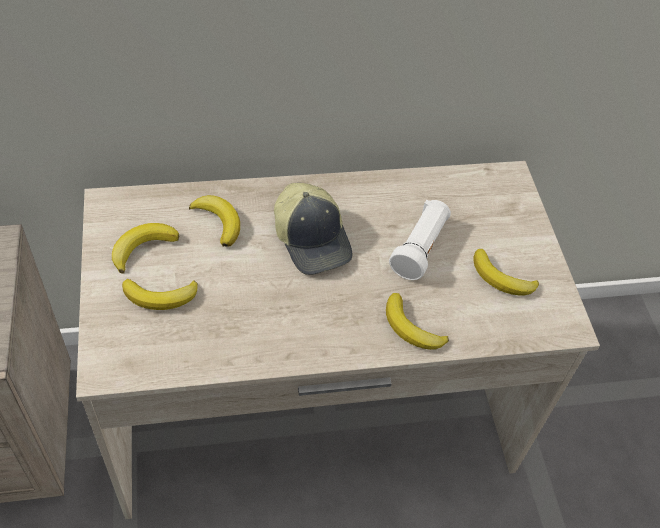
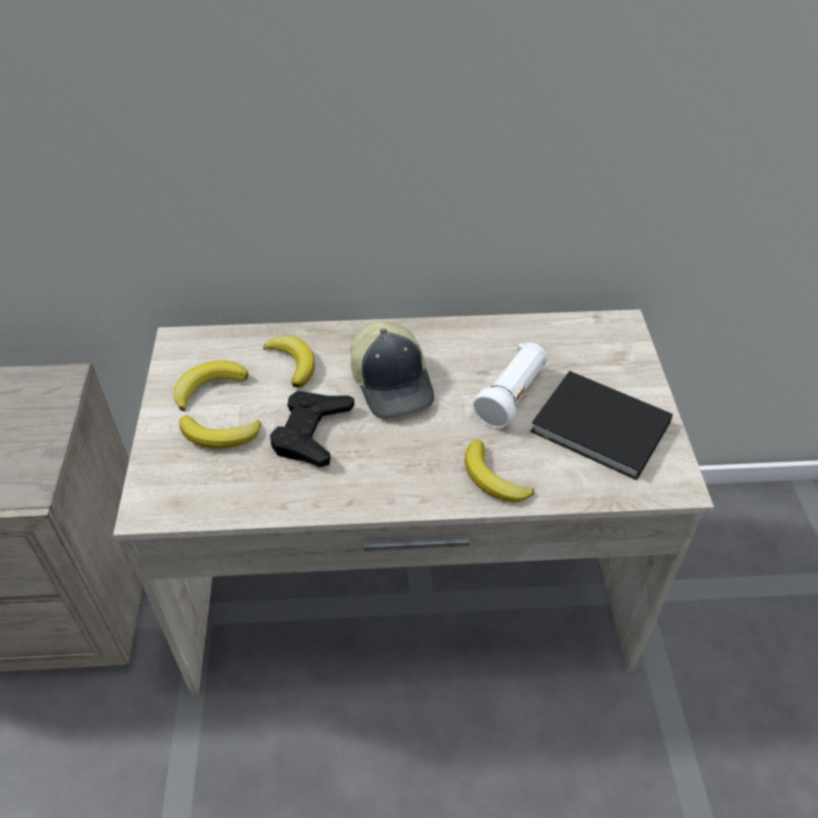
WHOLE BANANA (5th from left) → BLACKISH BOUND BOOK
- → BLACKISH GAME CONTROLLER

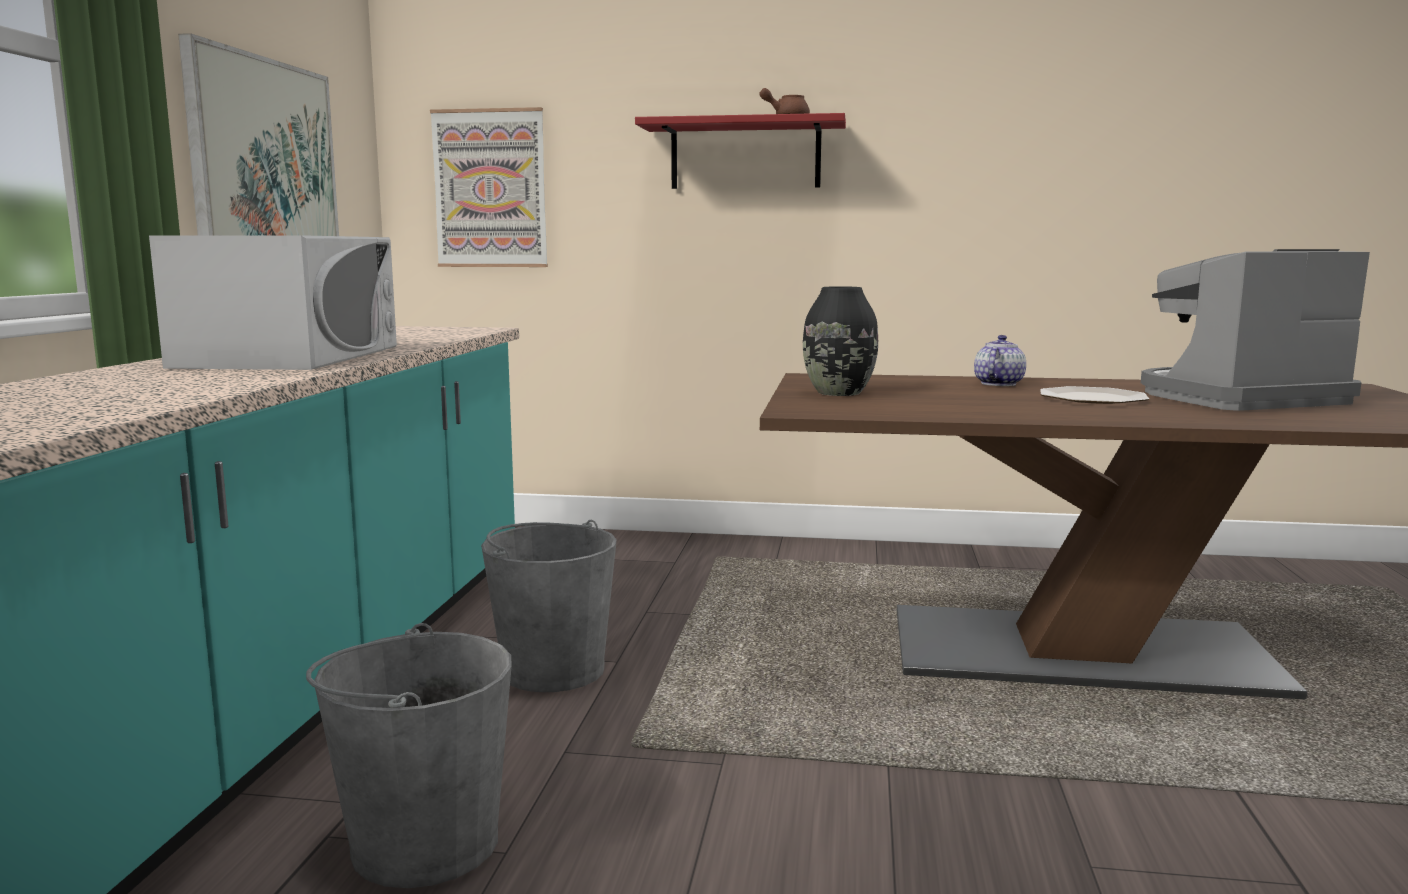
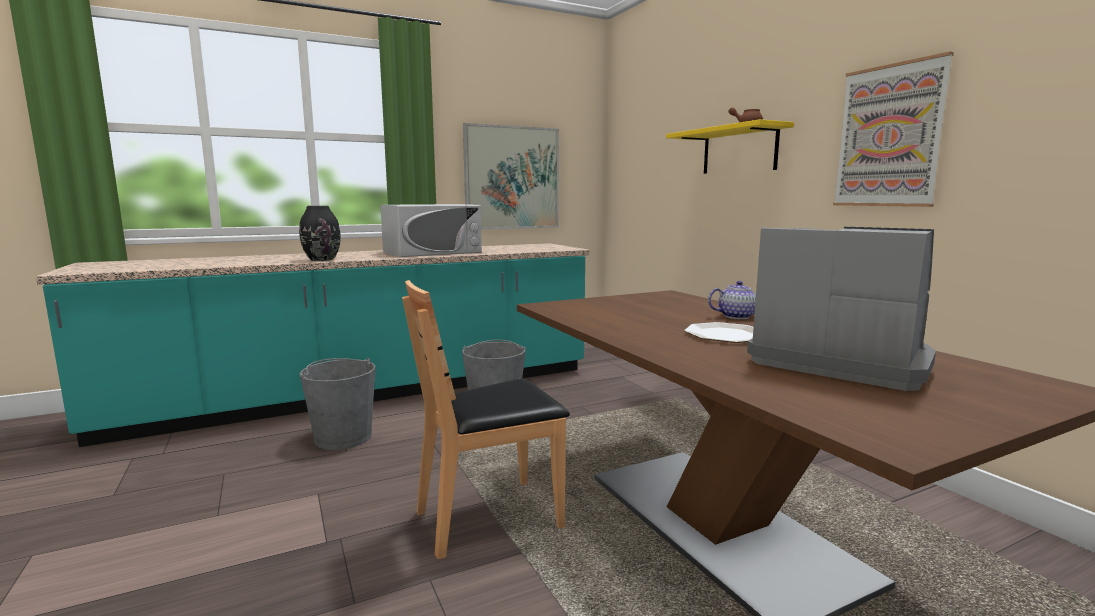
WALL ART (2nd from left), moved
RED-COLOURED WALL SHELF → YELLOWISH WALL SHELF
BLACKISH DECORATIVE VASE, moved
- → BROWNISH PLAIN CHAIR

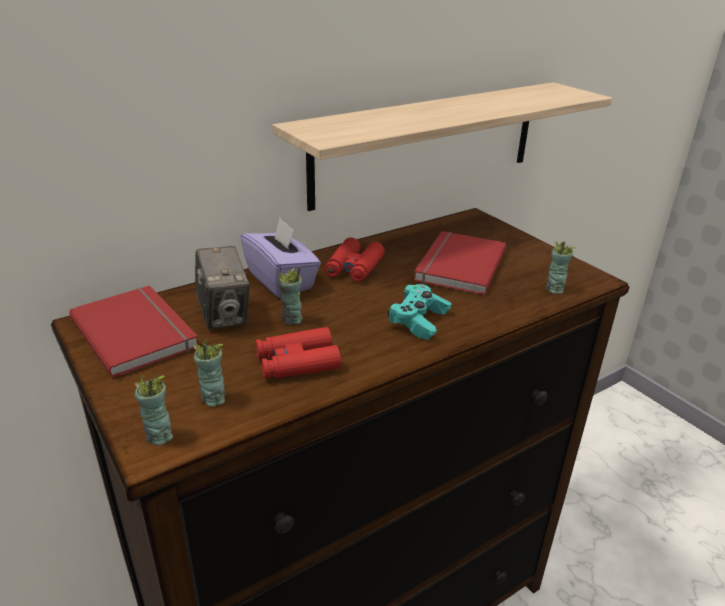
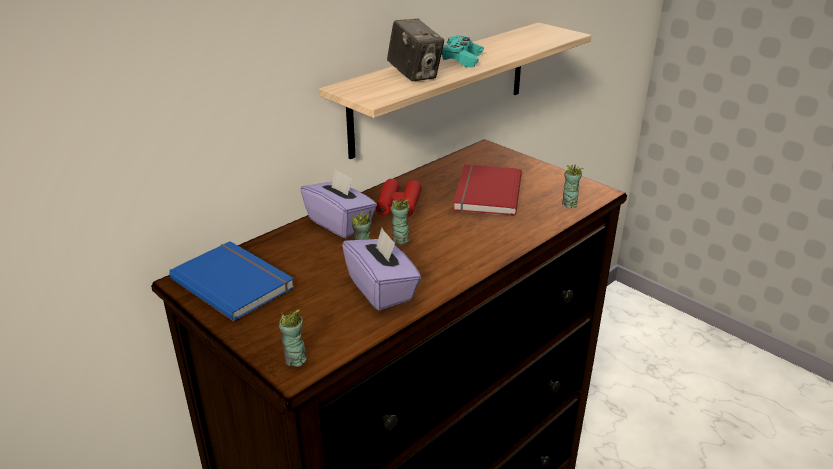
RED-COLOURED BOUND BOOK (1st from left) → BLUISH BOUND BOOK
DRINKING CUP (2nd from left in the first image) → DRINKING CUP (3rd from left), moved
STILL CAMERA, moved
RED-COLOURED PAIR OF BINOCULARS (1st from left) → PURPLE-COLOURED TISSUE HOLDER (2nd from left)
TURQUOISE-COLOURED GAME CONTROLLER, moved

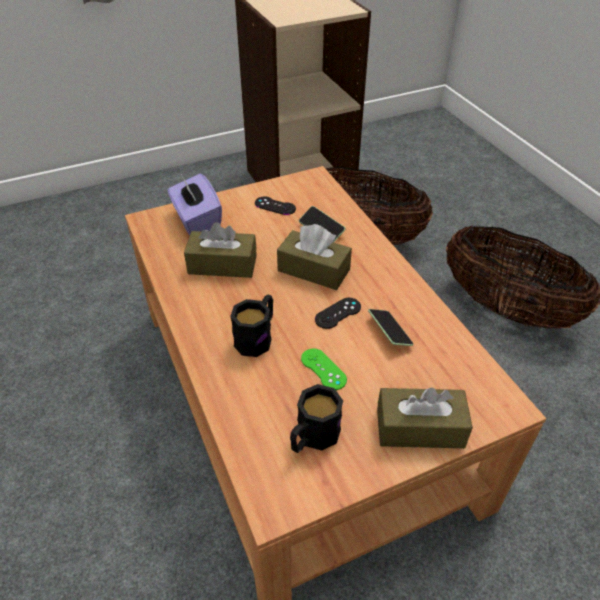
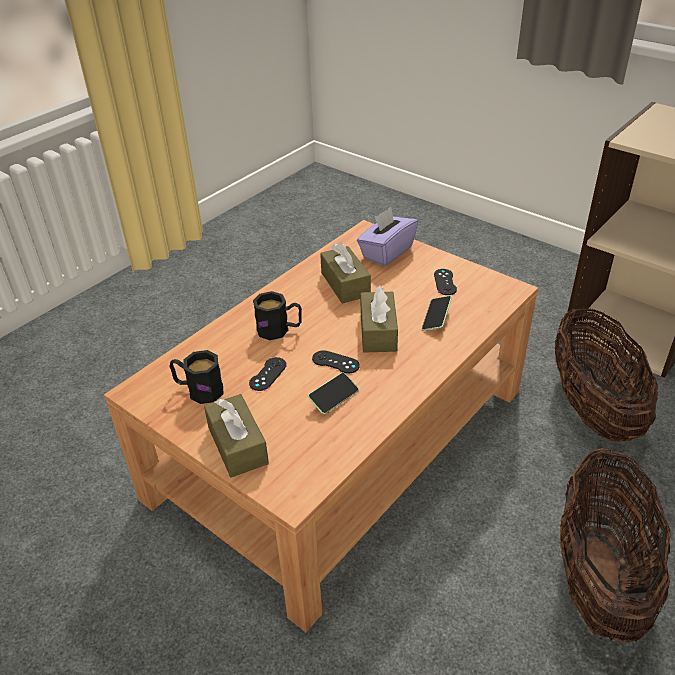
GREEN GAME CONTROLLER → BLACKISH GAME CONTROLLER (1st from left)

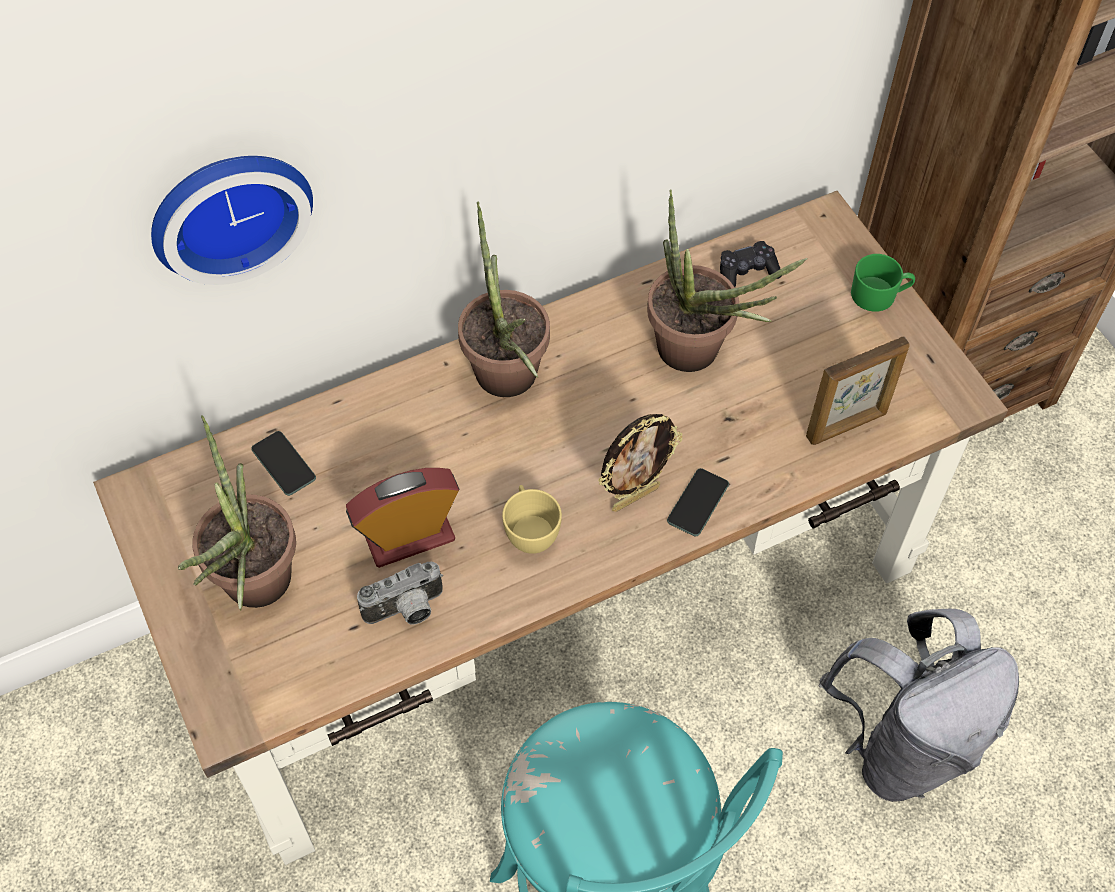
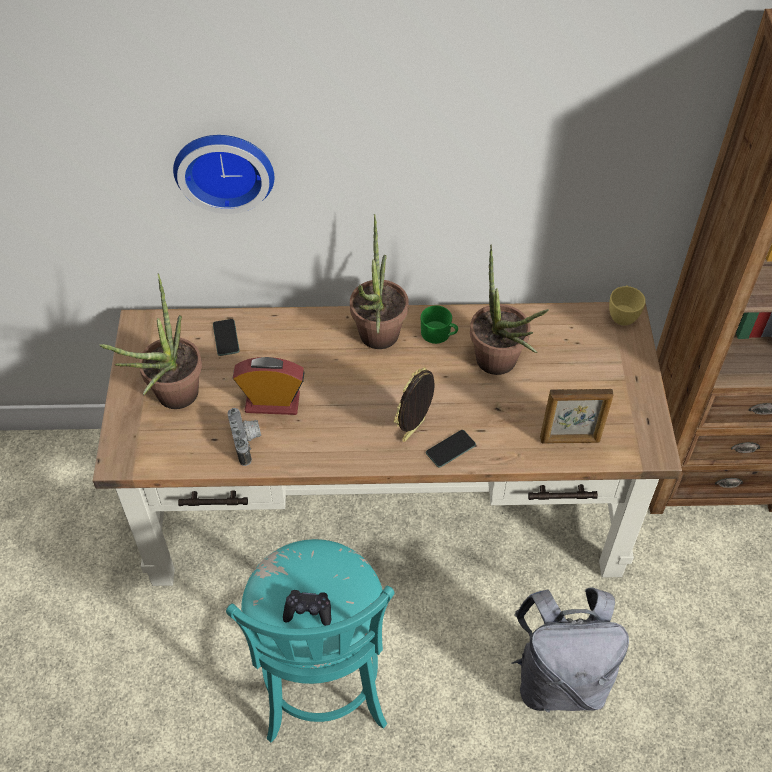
STILL CAMERA, 105 degrees counterclockwise
YELLOWISH DRINKING CUP, moved
PHOTO FRAME (1st from left), 135 degrees clockwise
BLACKISH GAME CONTROLLER, moved
GREEN MUG, moved

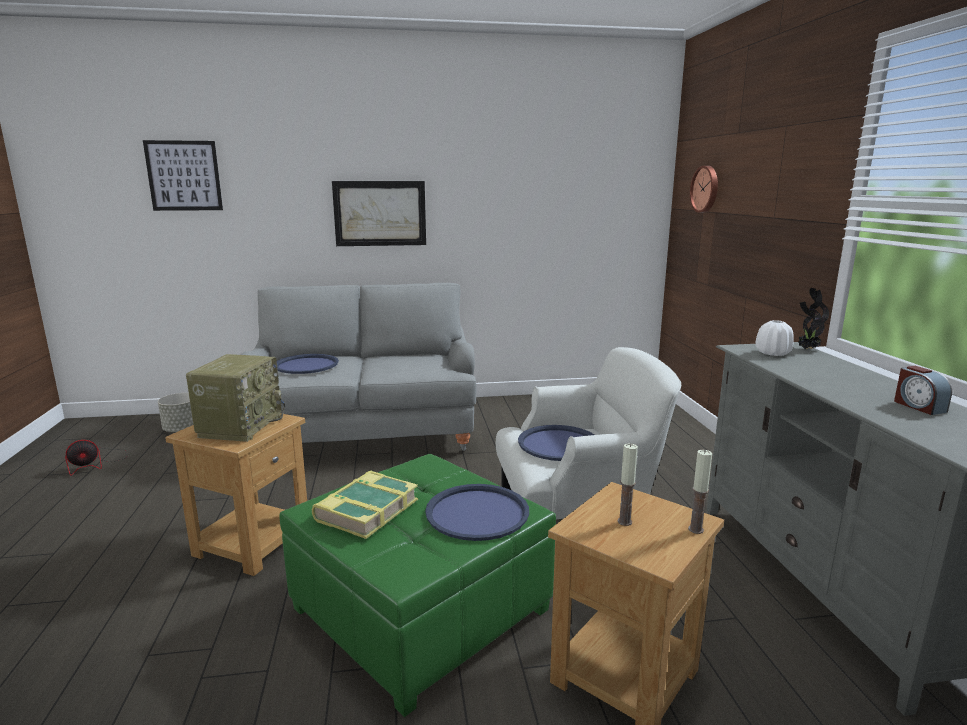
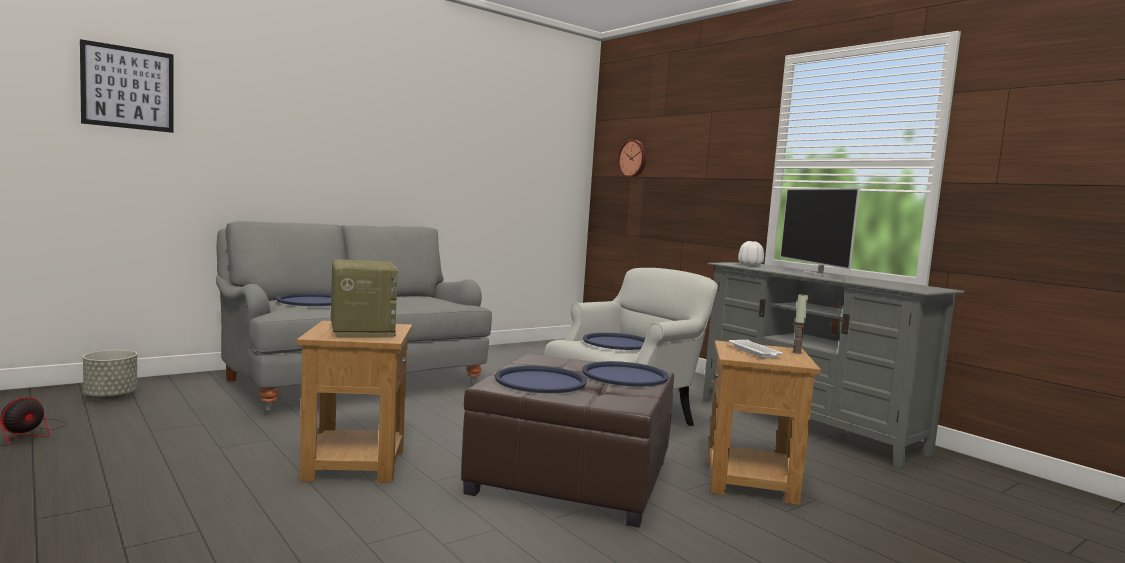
GREEN POUFFE → BROWNISH POUFFE
BOUND BOOK → BLUISH CARRYING TRAY (2nd from left)
WALL ART (2nd from left) → -
WAX CANDLE (1st from left) → WHITE CARRYING TRAY
HOUSEPLANT → -
BEDSIDE CLOCK → -
- → TV SET

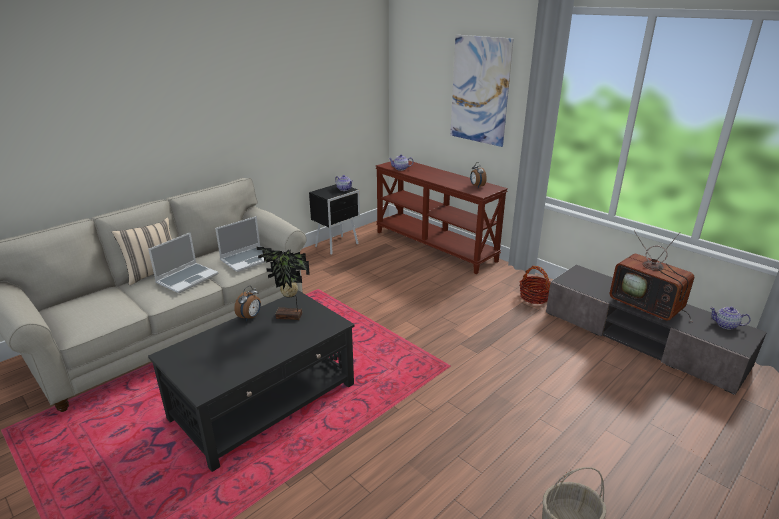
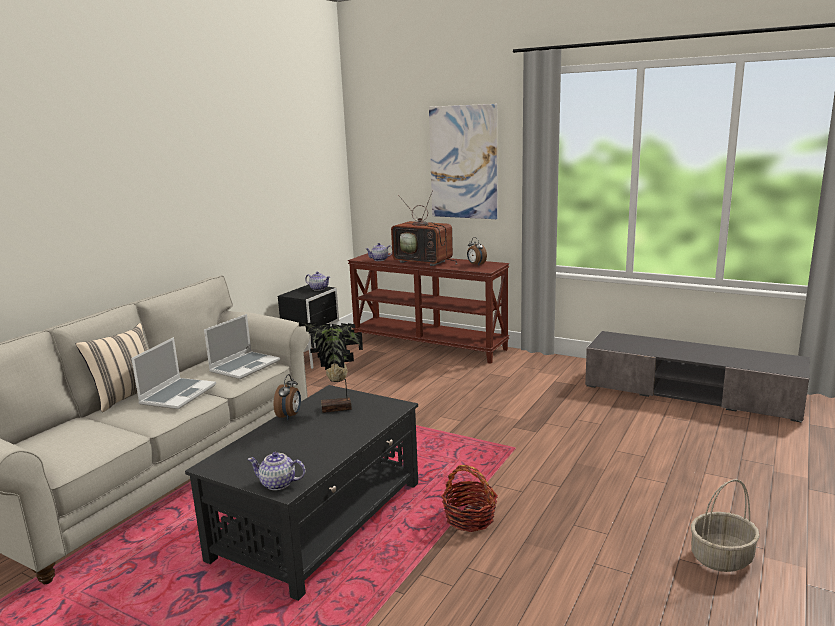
BASKET (1st from left), moved
TV SET, moved
POT FOR TEA (3rd from left in the first image) → POT FOR TEA (1st from left), moved

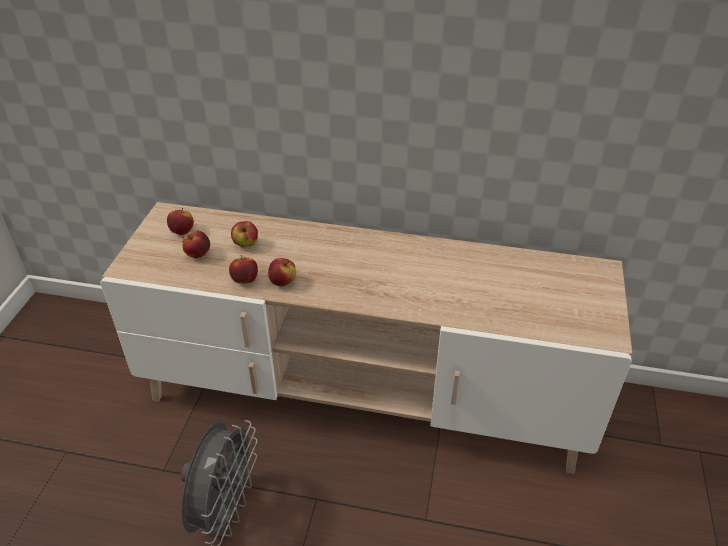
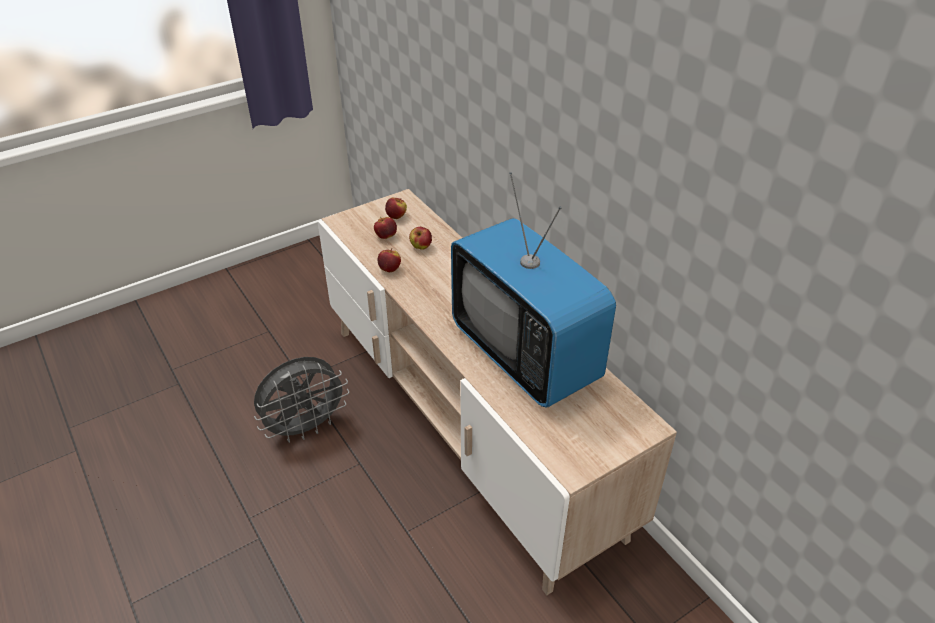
APPLE FRUIT (5th from left) → -
- → TV SET

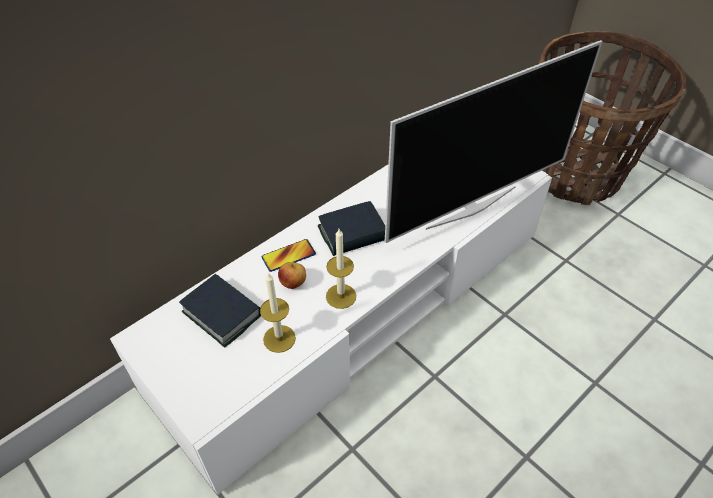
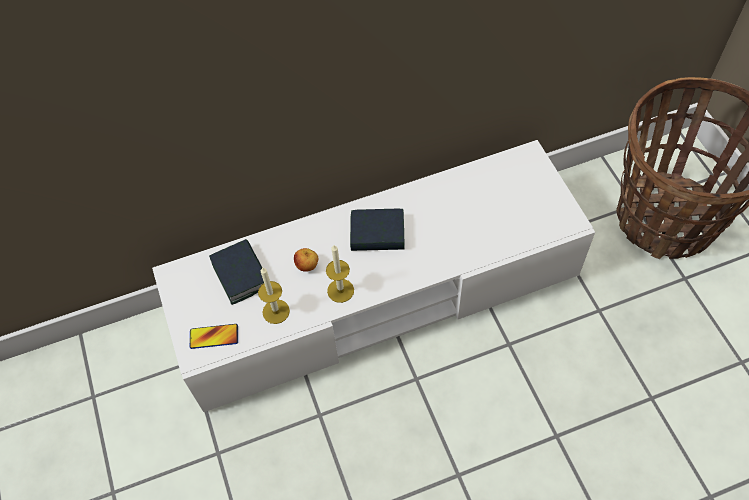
HANDSET, moved
TV SET → -

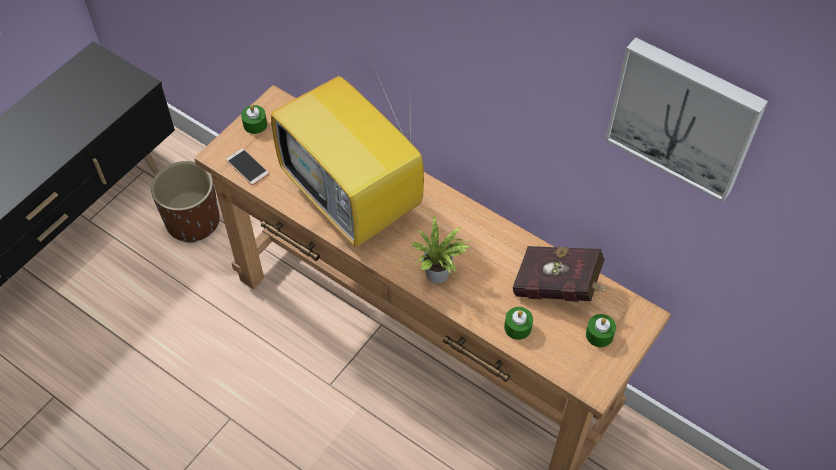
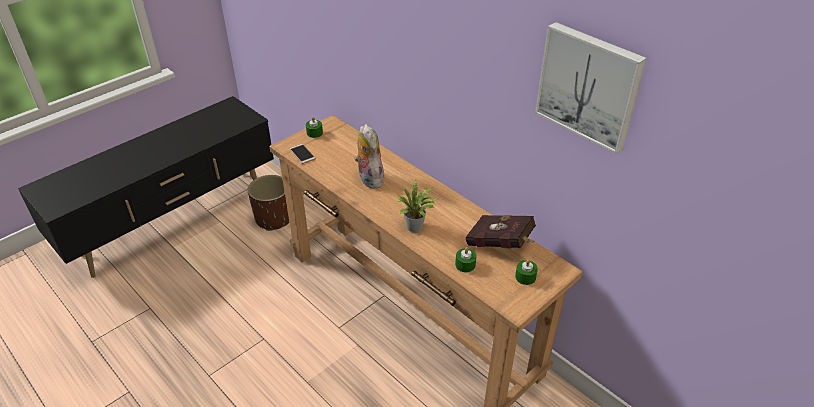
TV SET → CUDDLY TOY

